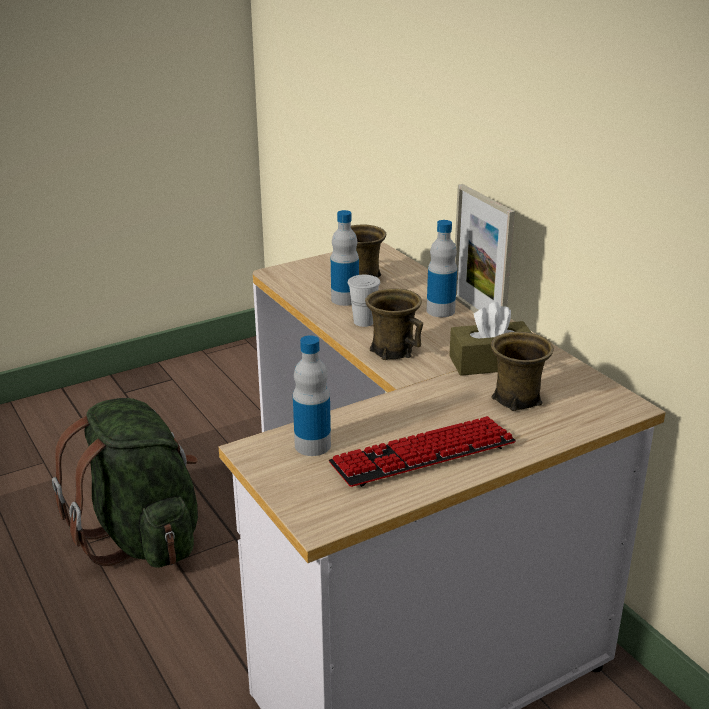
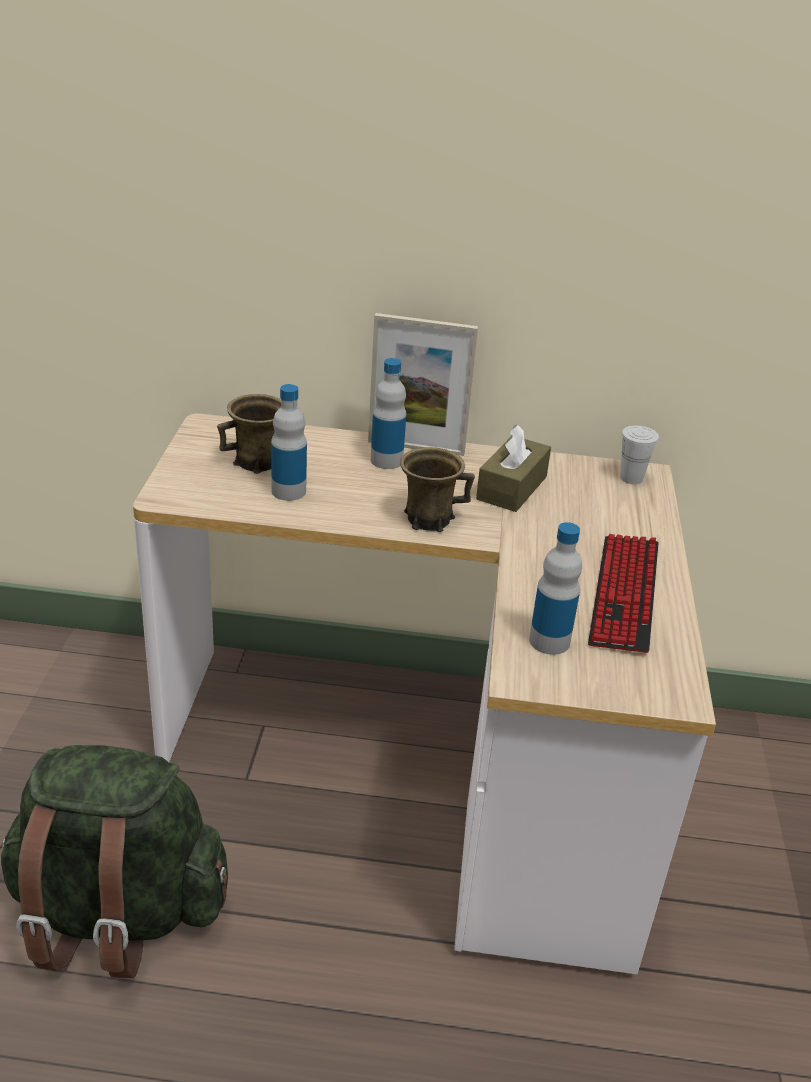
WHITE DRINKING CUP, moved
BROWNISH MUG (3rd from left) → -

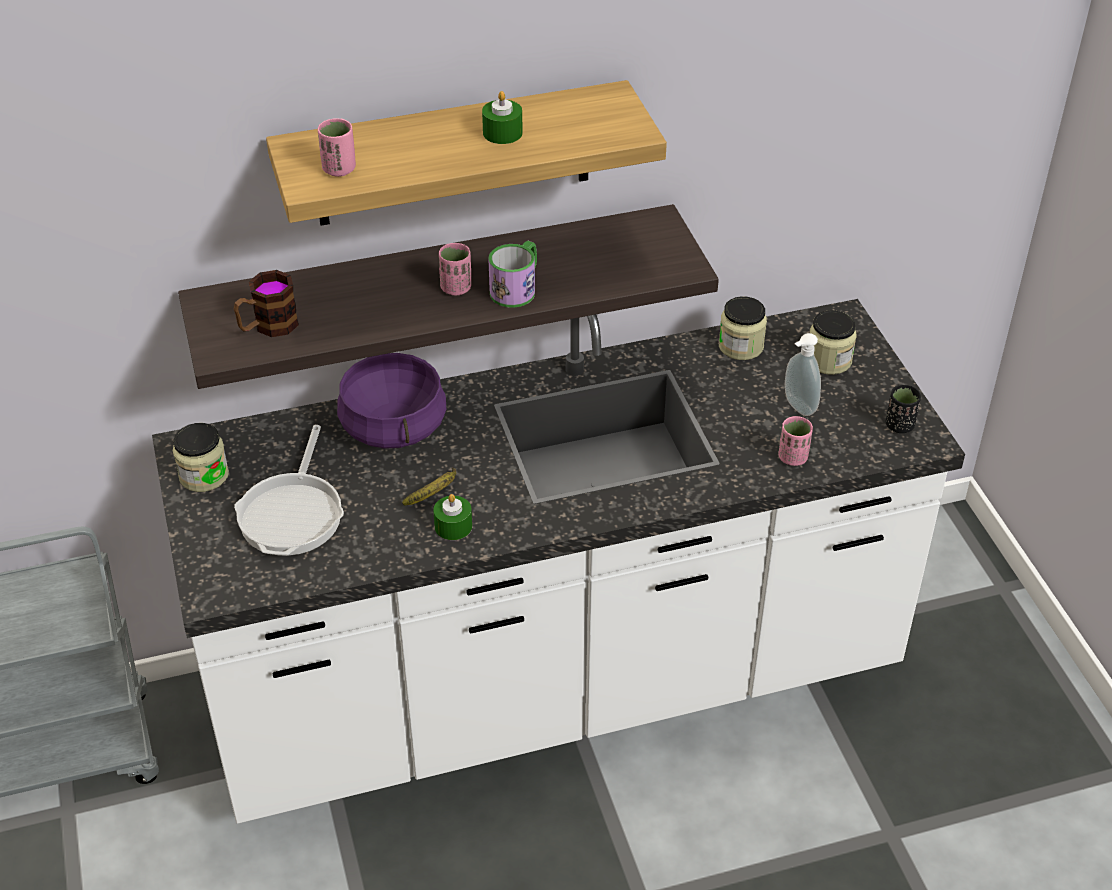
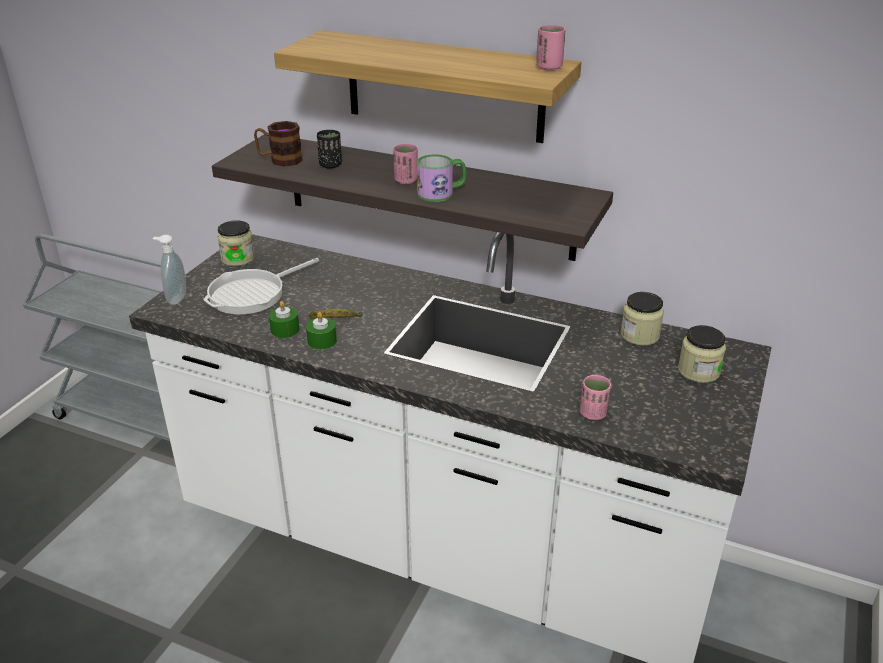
PINK-COLOURED DRINKING CUP (1st from left in the first image) → PINK-COLOURED DRINKING CUP (2nd from left), moved
PURPLE-COLOURED STOCKPOT → -
GREEN WAX CANDLE (2nd from left in the first image) → GREEN WAX CANDLE (1st from left), moved
SOAP BOTTLE, moved
BLACKISH DRINKING CUP, moved

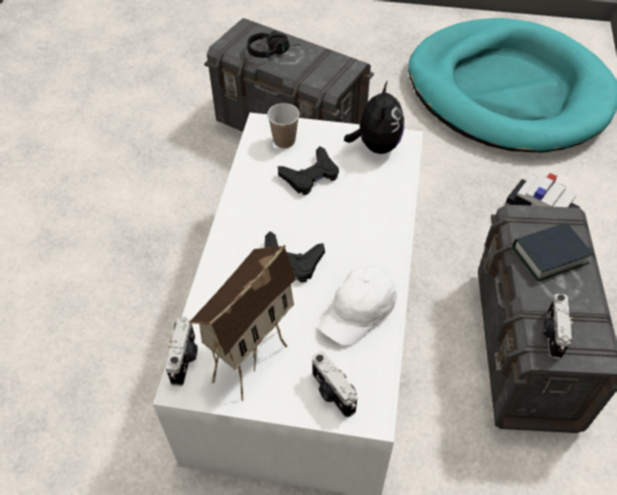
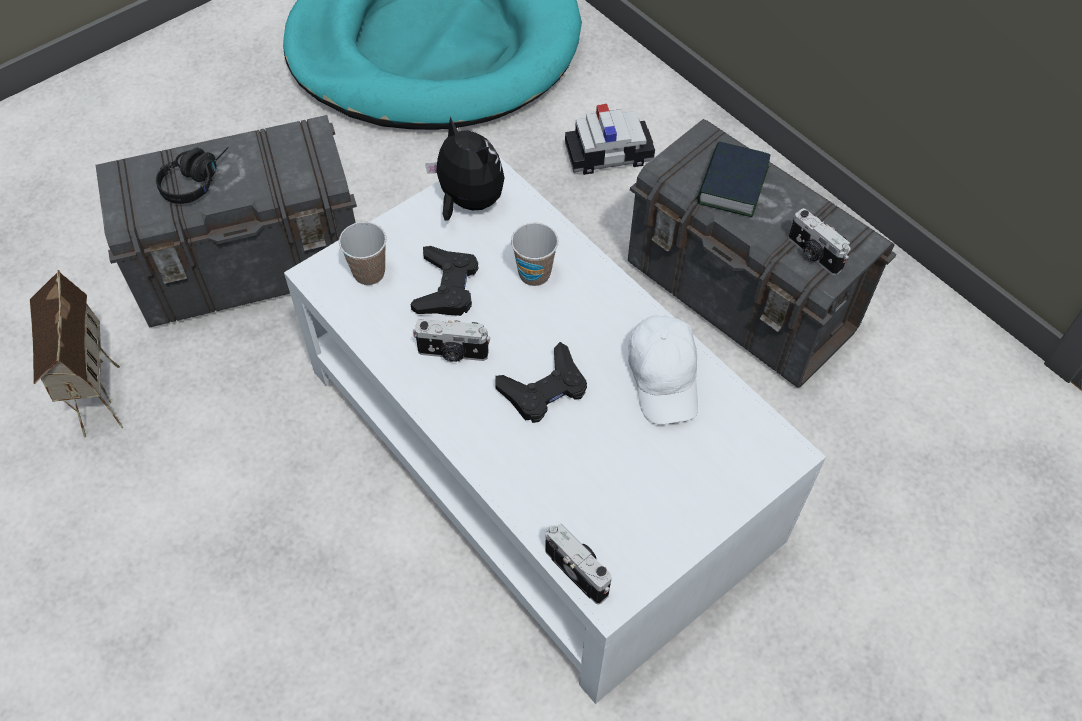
TOY HOUSE, moved
STILL CAMERA (2nd from left in the first image) → STILL CAMERA (1st from left), moved
- → DRINKING CUP (2nd from left)

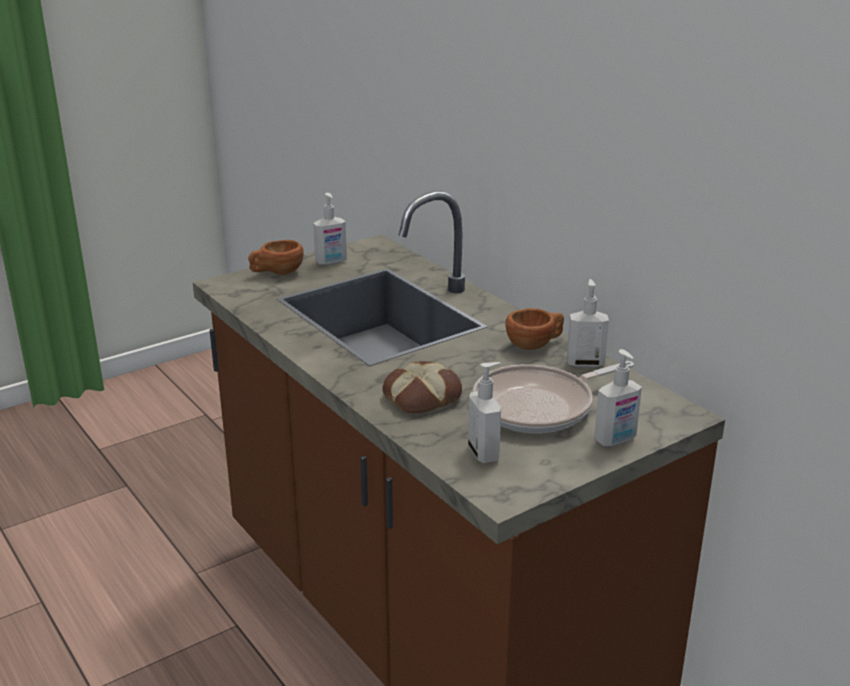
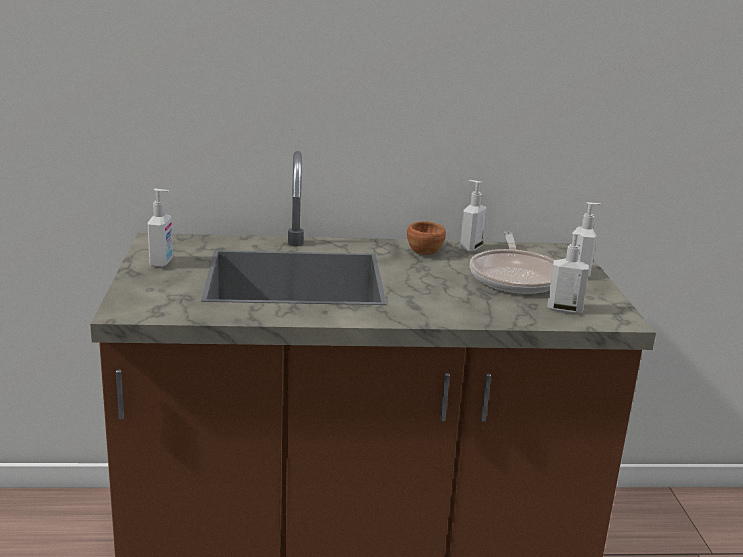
BROWNISH DRINKING CUP (1st from left) → -
BREAD → -

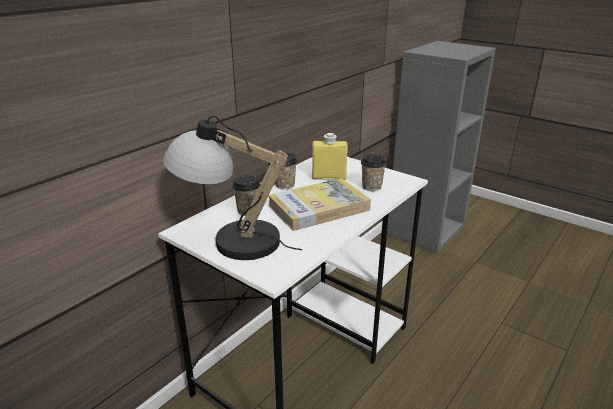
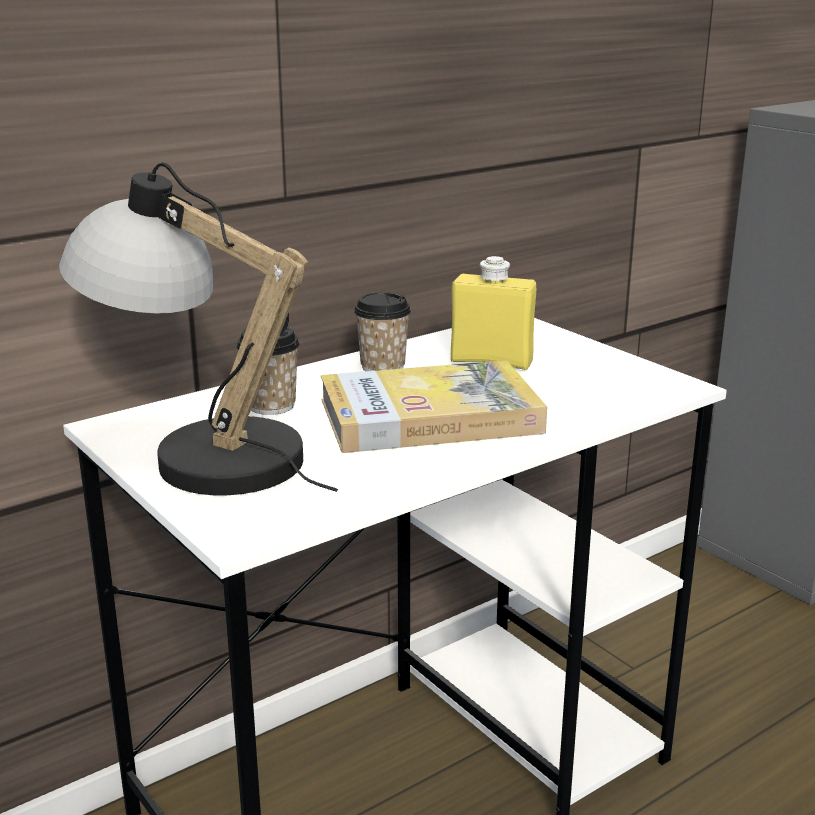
DRINKING CUP (3rd from left) → -

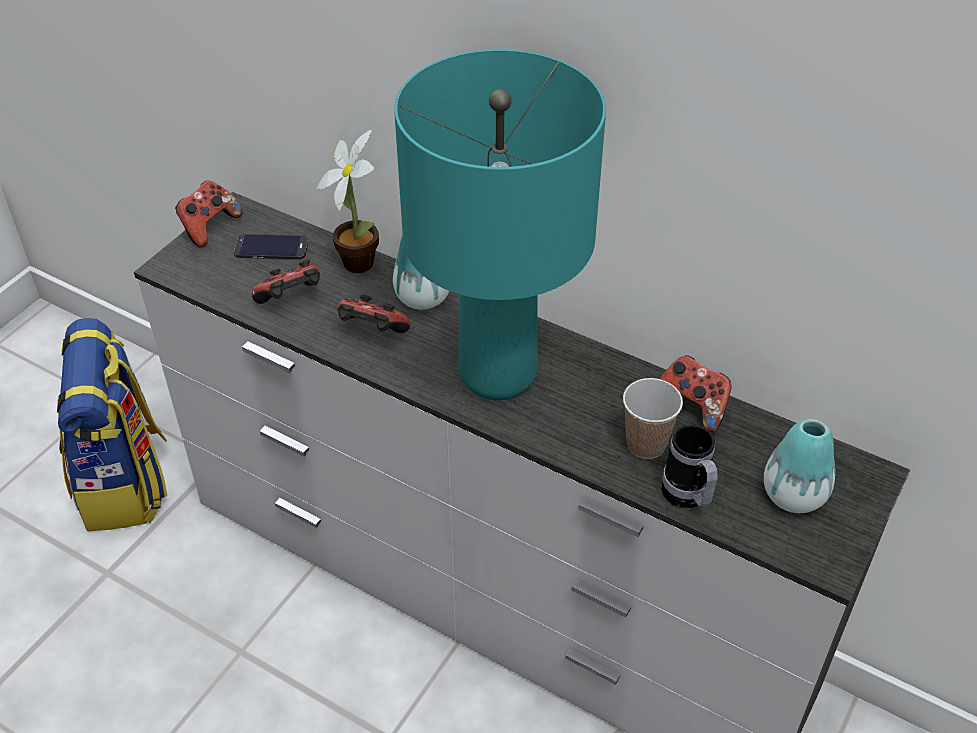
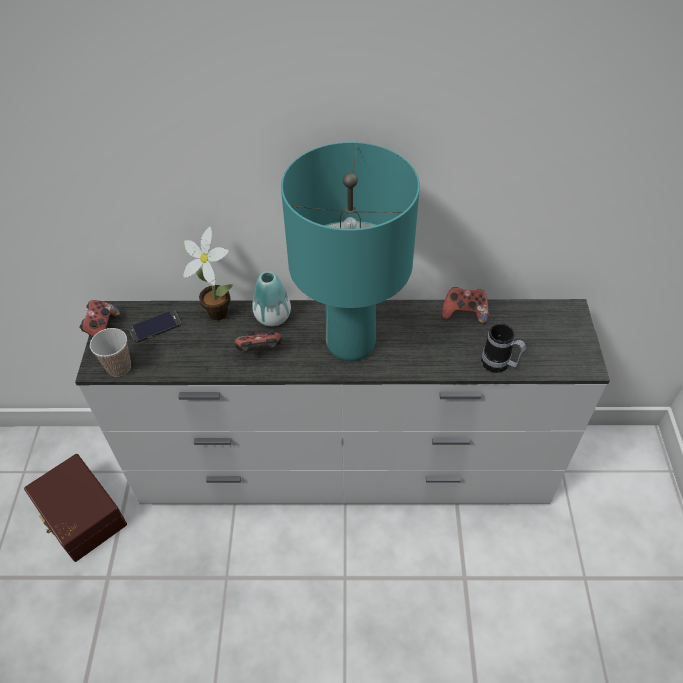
KNAPSACK → BROWNISH STORAGE BOX
GAME CONTROLLER (2nd from left) → -
DRINKING CUP, moved
DECORATIVE VASE (2nd from left) → -

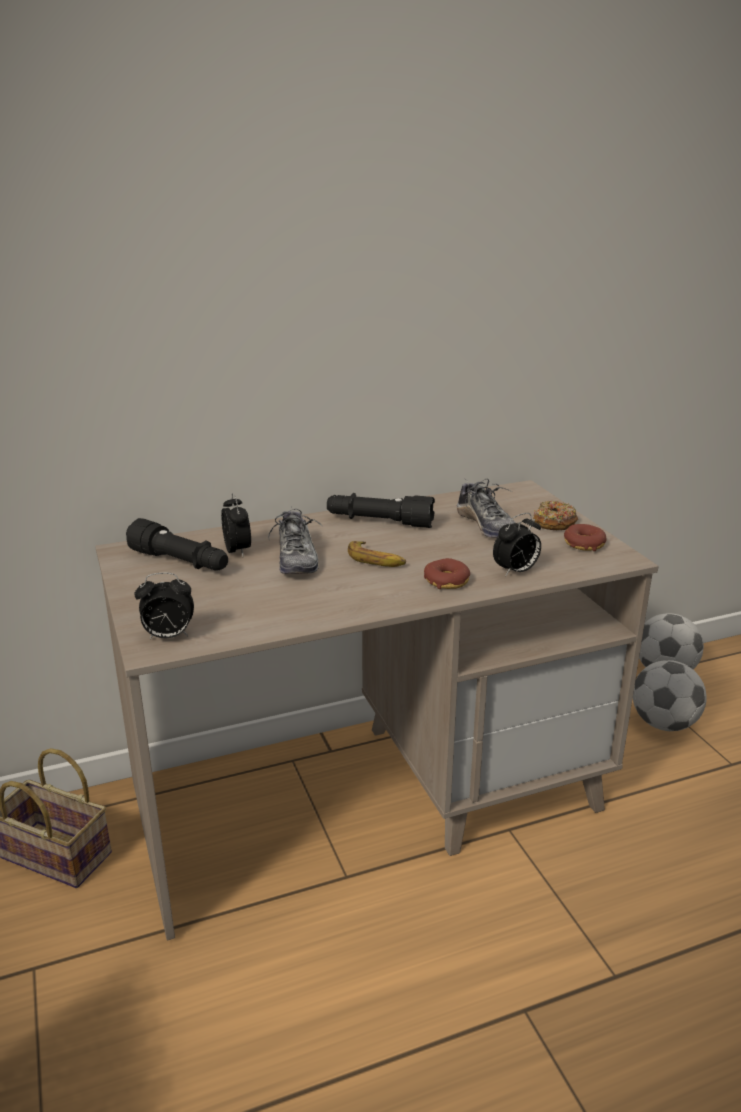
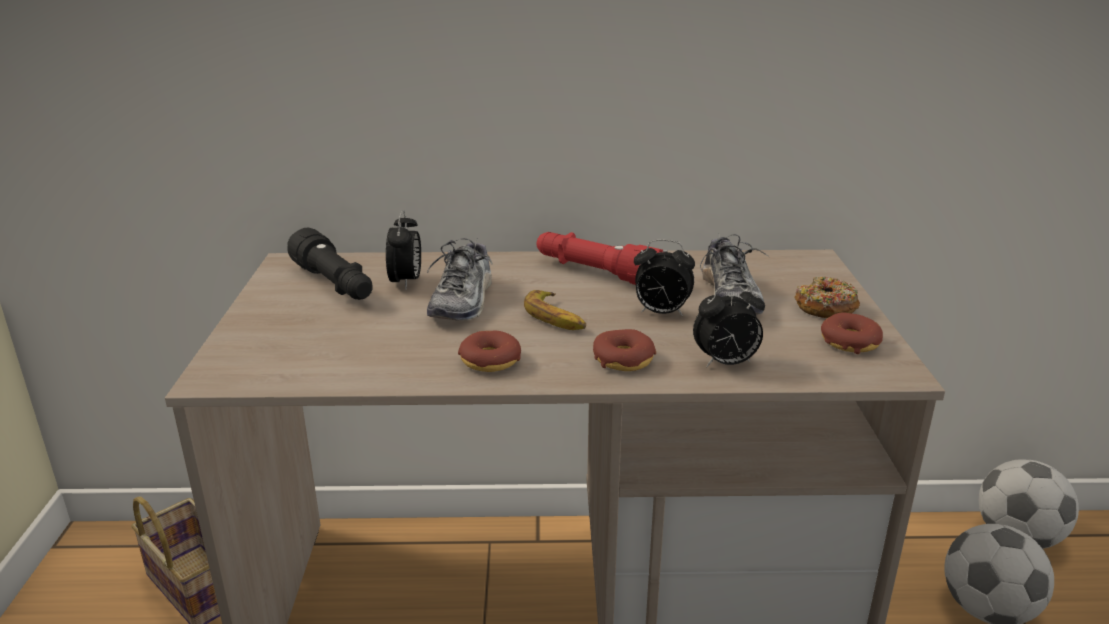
BEDSIDE CLOCK (1st from left in the first image) → BEDSIDE CLOCK (2nd from left), moved
BLACKISH TORCH (2nd from left) → RED-COLOURED TORCH
- → DONUT (1st from left)

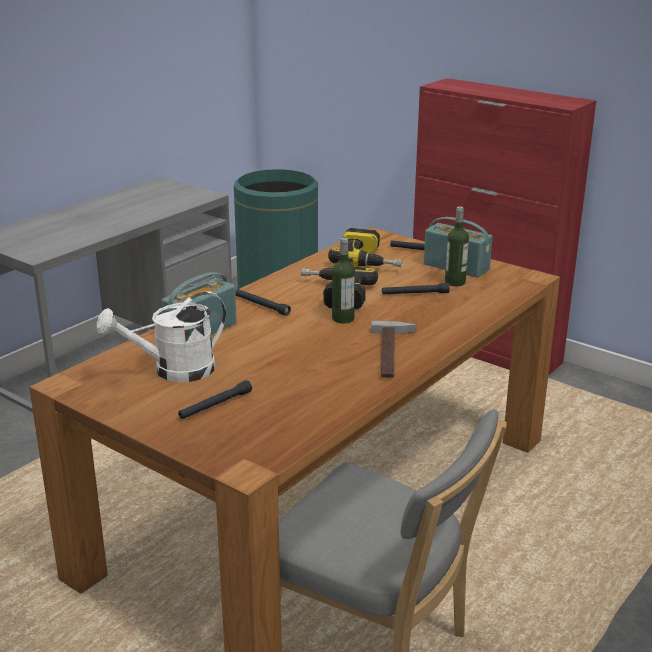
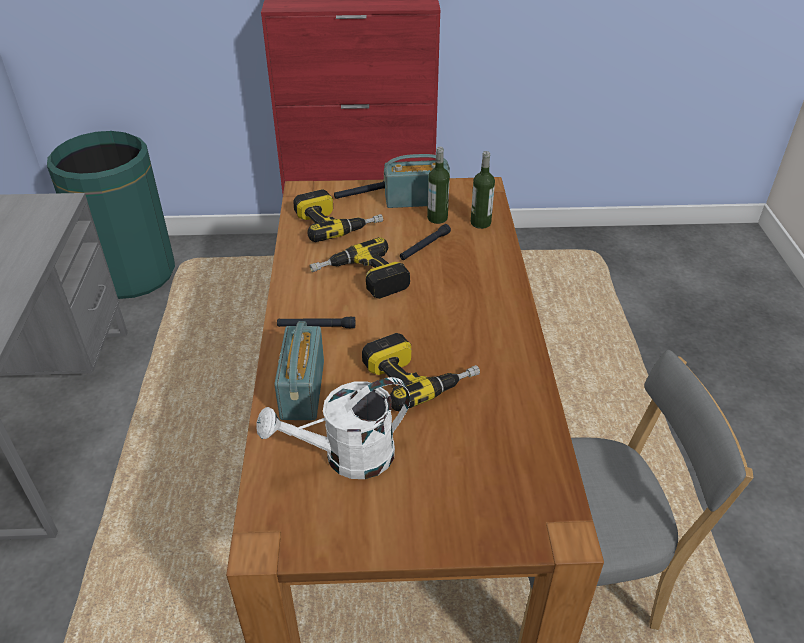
WHITE WATERING POT, 45 degrees clockwise
BLACKISH TORCH (1st from left) → -
BOTTLE (1st from left in the first image) → BOTTLE (2nd from left), moved
HAND HAMMER → -
- → POWER DRILL (3rd from left)

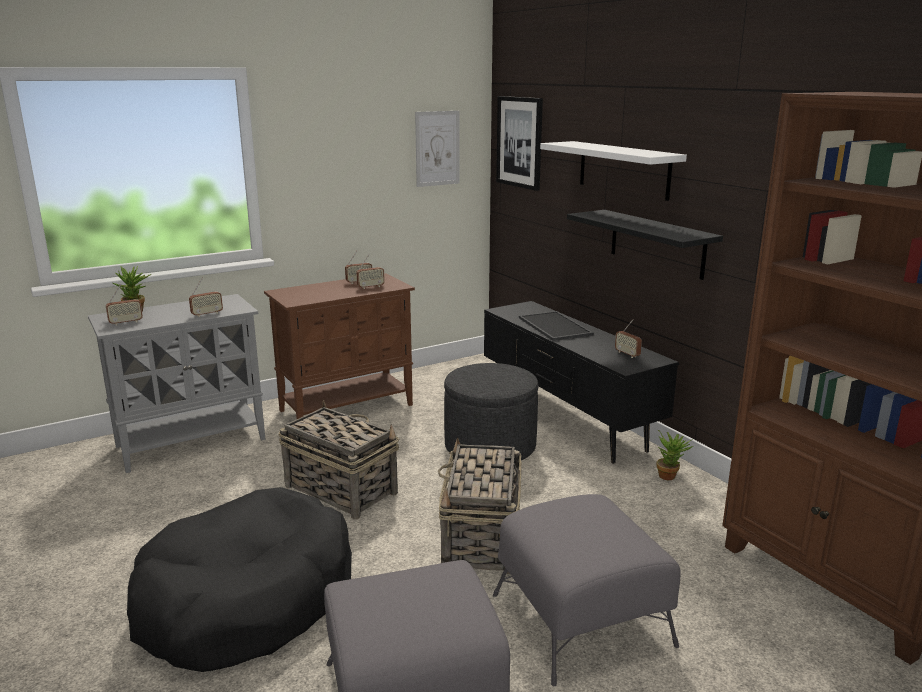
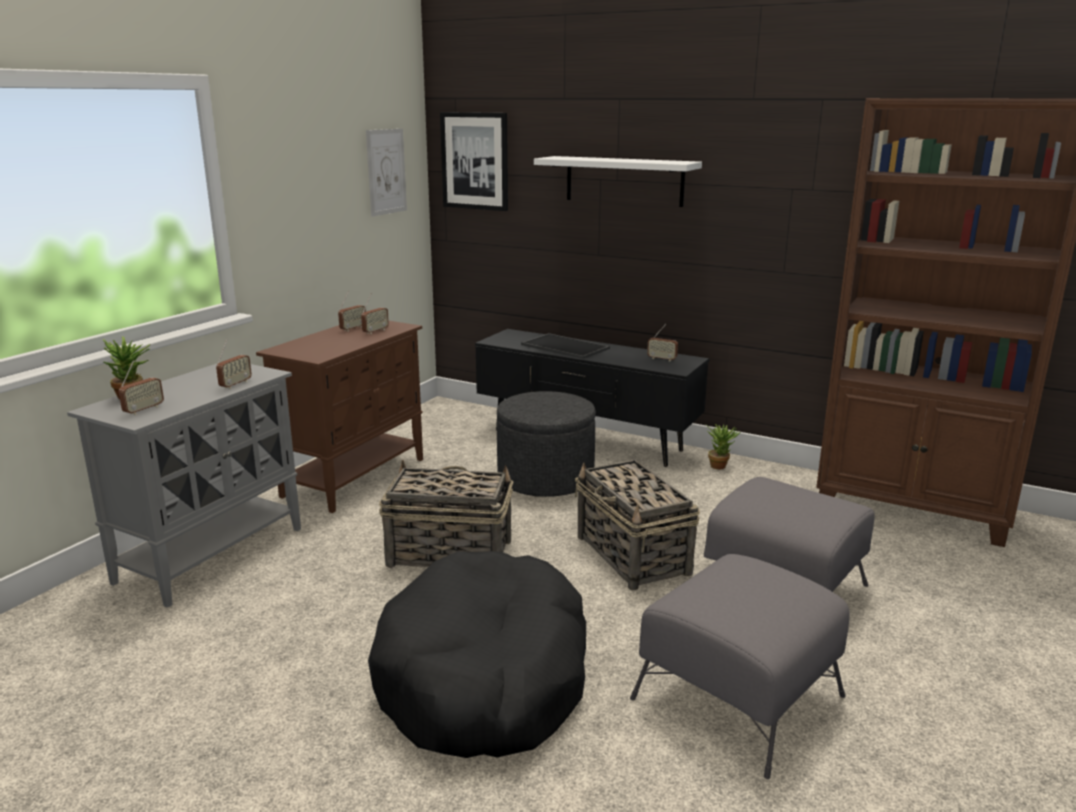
BLACKISH WALL SHELF → -

